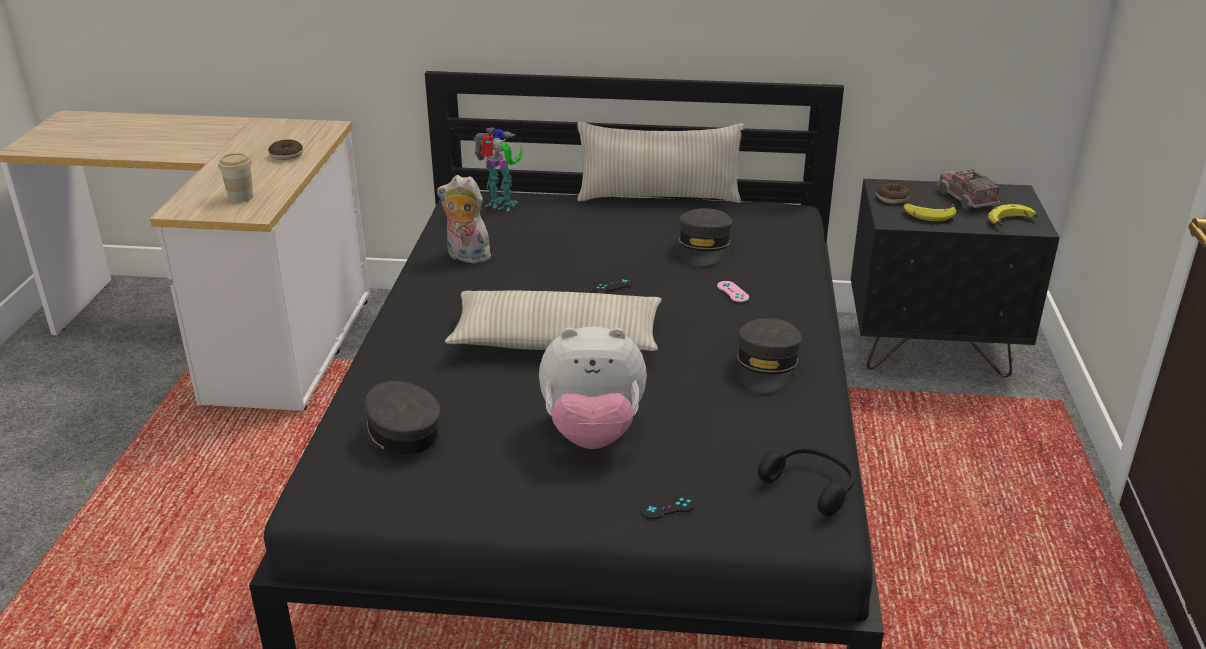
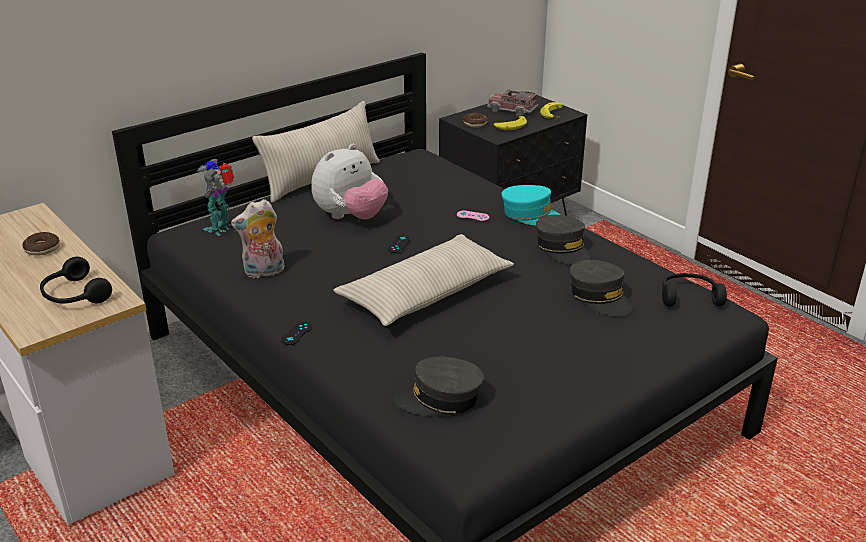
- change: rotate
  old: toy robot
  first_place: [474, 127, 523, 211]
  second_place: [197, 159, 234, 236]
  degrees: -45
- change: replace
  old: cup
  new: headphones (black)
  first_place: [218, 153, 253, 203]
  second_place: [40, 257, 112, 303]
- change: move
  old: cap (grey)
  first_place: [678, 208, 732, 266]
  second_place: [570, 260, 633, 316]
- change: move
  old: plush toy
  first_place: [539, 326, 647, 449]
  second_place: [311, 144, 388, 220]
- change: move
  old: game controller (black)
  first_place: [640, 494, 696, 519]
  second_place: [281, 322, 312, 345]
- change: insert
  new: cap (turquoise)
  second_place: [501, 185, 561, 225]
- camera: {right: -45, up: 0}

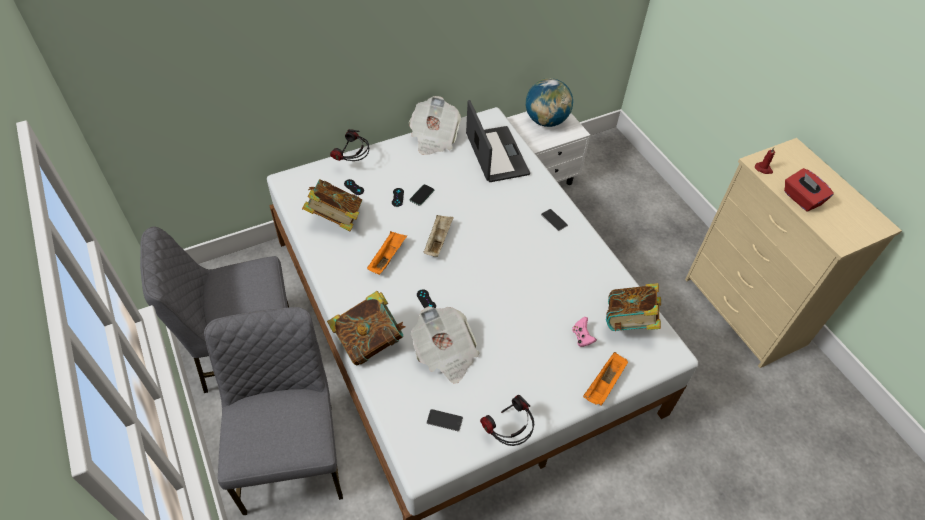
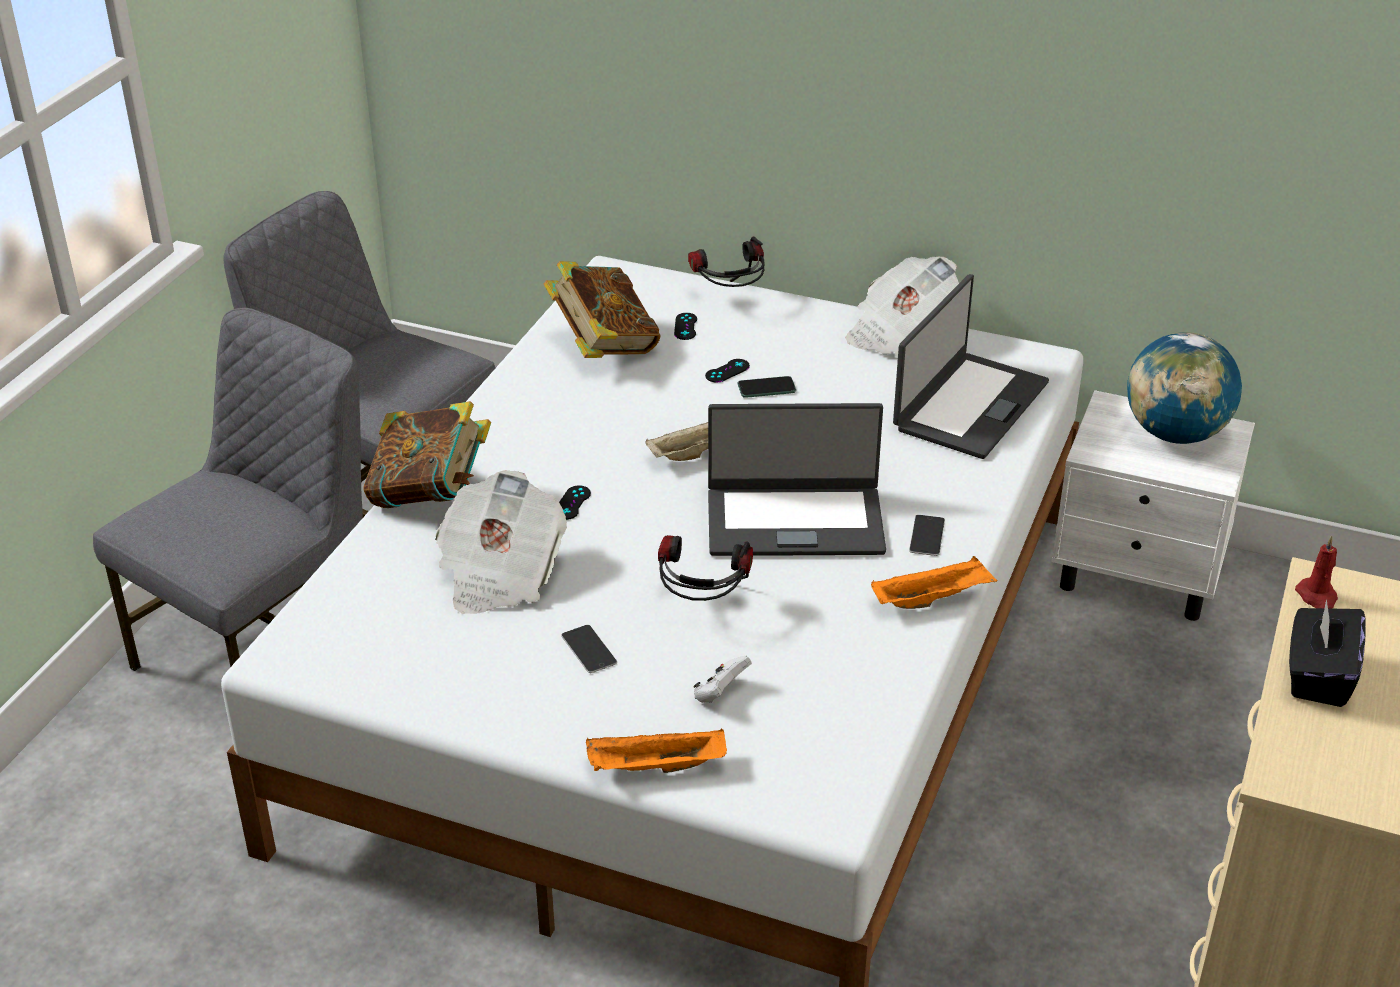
- change: recolor
  old: tissue box (red)
  new: tissue box (black)
  first_place: [784, 168, 834, 212]
  second_place: [1289, 599, 1366, 707]
- change: move
  old: tray (orange)
  first_place: [367, 231, 407, 275]
  second_place: [871, 556, 998, 609]
- change: delete
  old: book
  first_place: [606, 283, 661, 331]
- change: recolor
  old: game controller (pink)
  new: game controller (white)
  first_place: [572, 317, 597, 347]
  second_place: [694, 656, 752, 703]
- change: move
  old: headphones
  first_place: [480, 395, 534, 446]
  second_place: [658, 535, 753, 601]
- change: move
  old: phone
  first_place: [426, 409, 463, 431]
  second_place: [561, 625, 617, 673]
- change: insert
  new: laptop
  second_place: [708, 403, 886, 556]
- camera: {right: 50, up: -15}

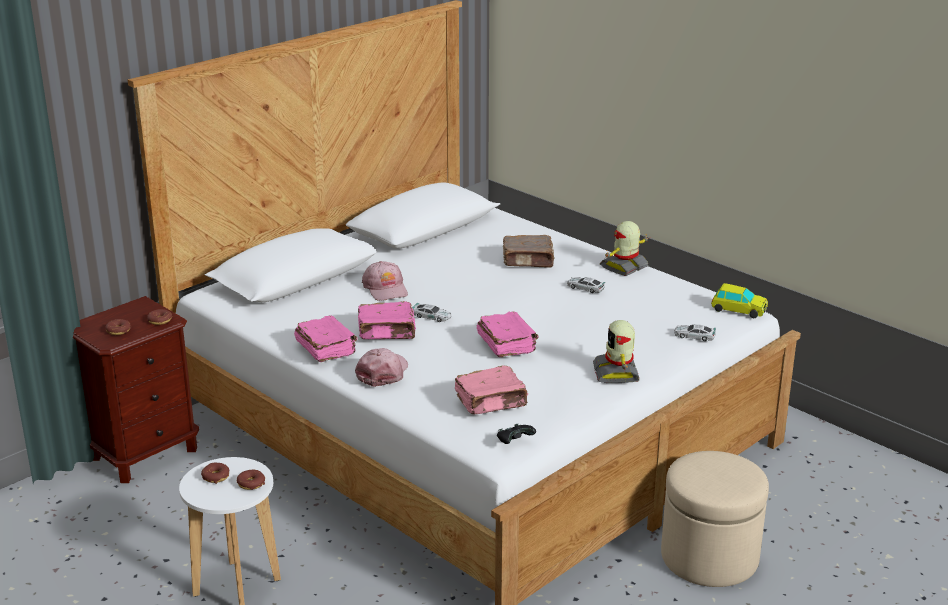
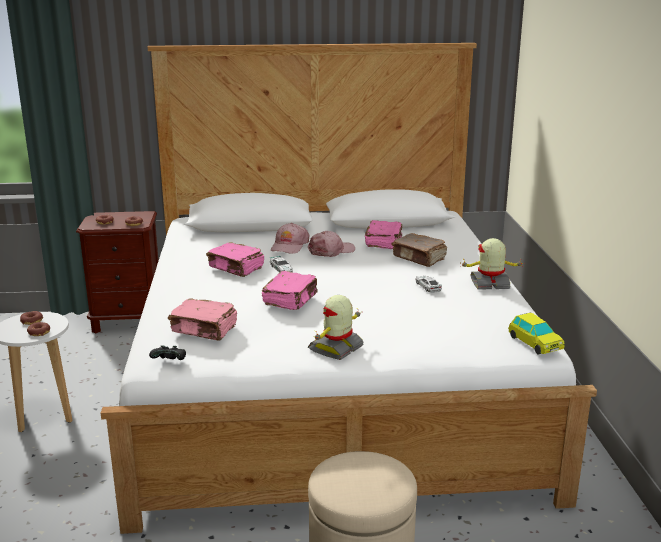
- change: move
  old: book (pink)
  first_place: [294, 315, 357, 362]
  second_place: [365, 220, 402, 249]
- change: delete
  old: toy car
  first_place: [674, 324, 716, 341]
- change: move
  old: cap (pink)
  first_place: [355, 348, 408, 387]
  second_place: [308, 231, 355, 257]
- camera: {right: 40, up: -5}

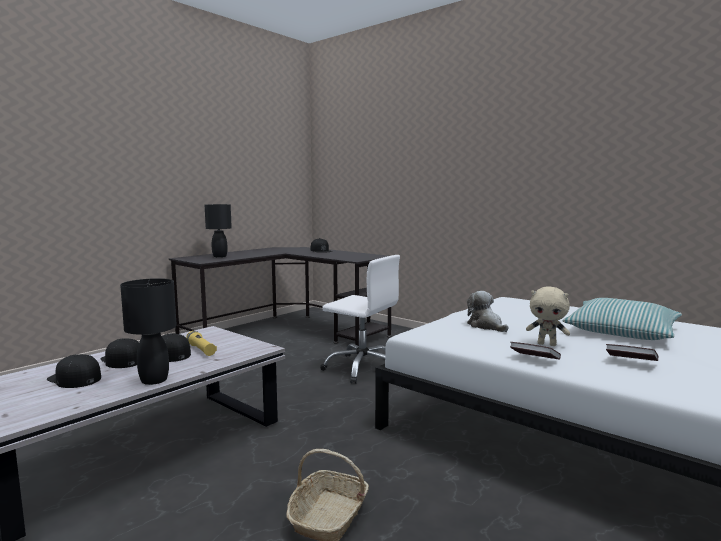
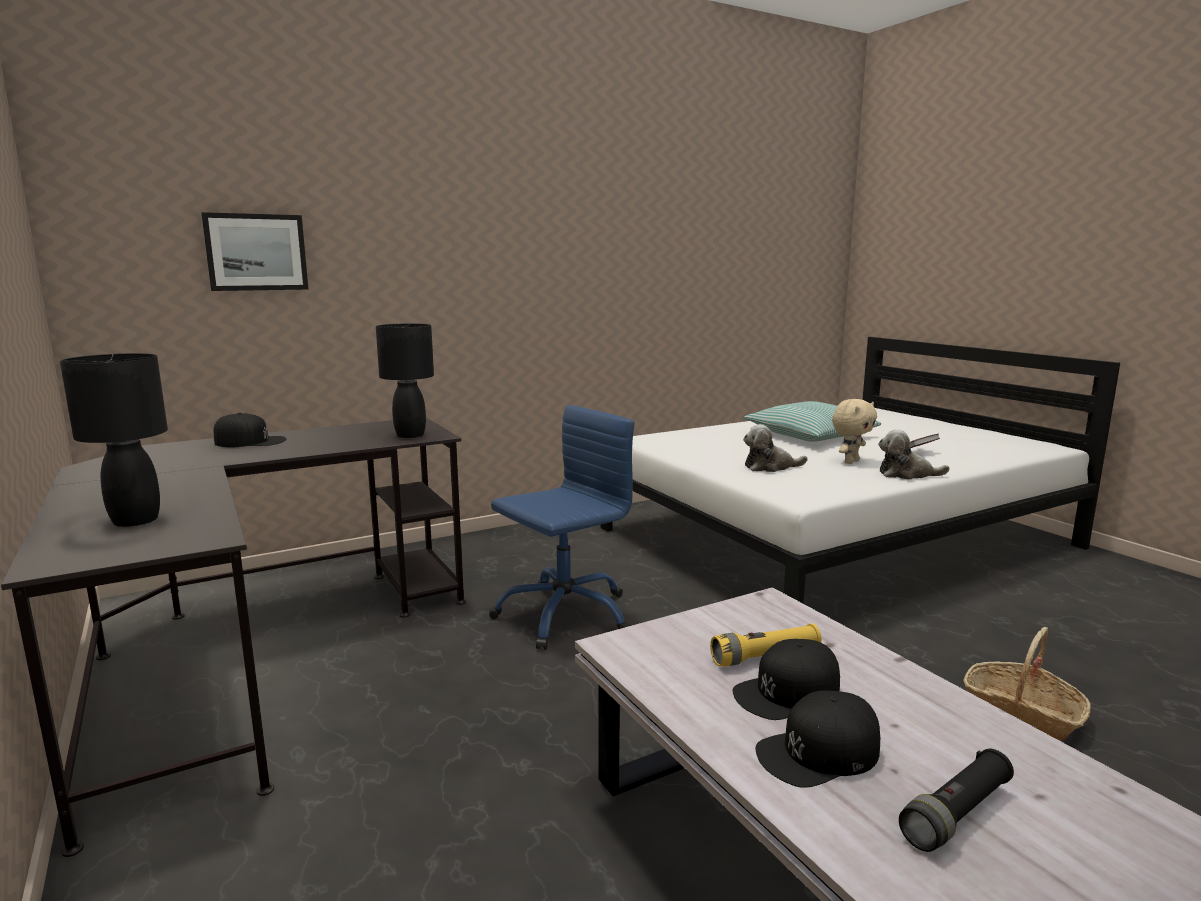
- change: recolor
  old: office chair (white)
  new: office chair (blue)
  first_place: [320, 255, 400, 384]
  second_place: [489, 405, 635, 650]
- change: move
  old: table lamp (black)
  first_place: [120, 278, 177, 385]
  second_place: [376, 323, 434, 438]
- change: replace
  old: book
  new: plush toy
  first_place: [510, 342, 561, 360]
  second_place: [878, 429, 950, 480]
- change: replace
  old: cap (black)
  new: flashlight (black)
  first_place: [47, 354, 101, 388]
  second_place: [899, 749, 1014, 852]
- change: insert
  new: picture
  second_place: [202, 212, 308, 291]
- camera: {right: -70, up: 5}

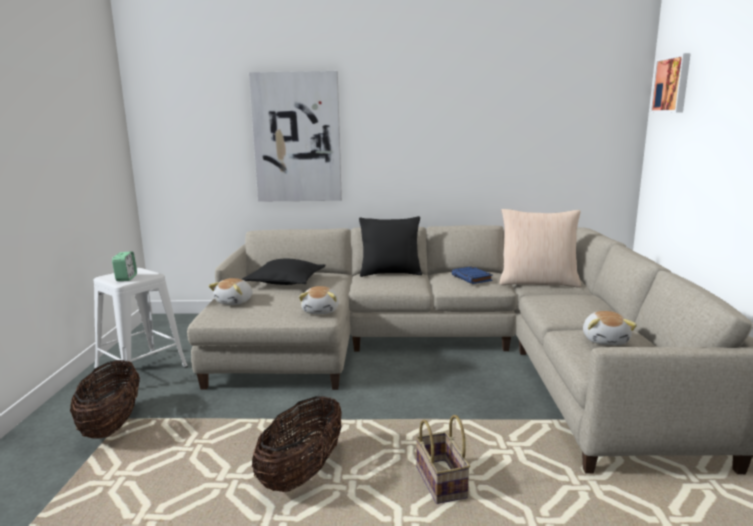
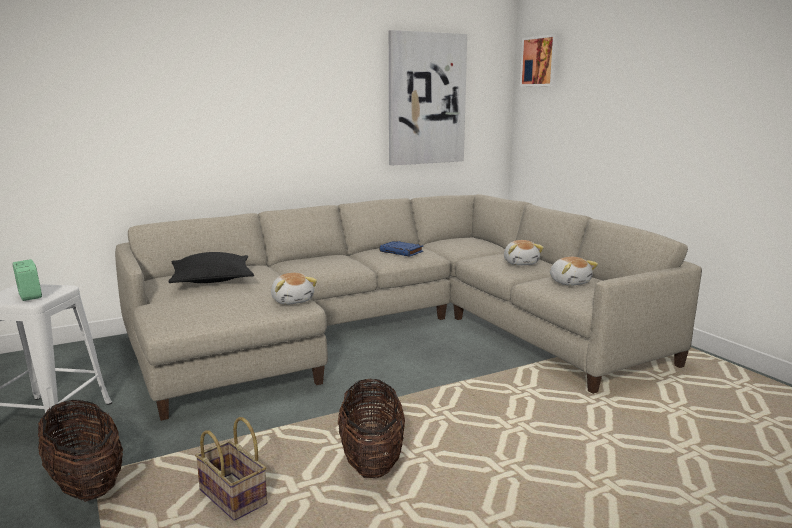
- change: move
  old: picture
  first_place: [249, 71, 342, 202]
  second_place: [389, 30, 467, 165]
- change: delete
  old: pillow (beige)
  first_place: [499, 209, 581, 288]
- change: delete
  old: pillow (black)
  first_place: [359, 216, 422, 277]
- change: move
  old: plush toy
  first_place: [209, 278, 253, 305]
  second_place: [504, 240, 544, 265]
- change: move
  old: basket
  first_place: [415, 415, 470, 504]
  second_place: [195, 417, 267, 521]
- camera: {right: -30, up: 0}

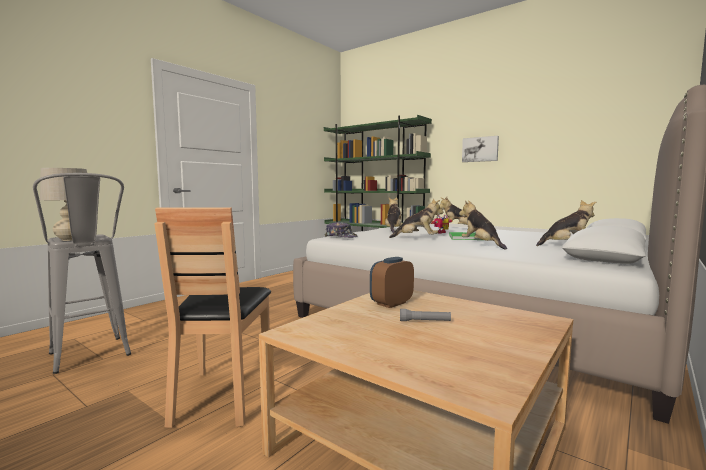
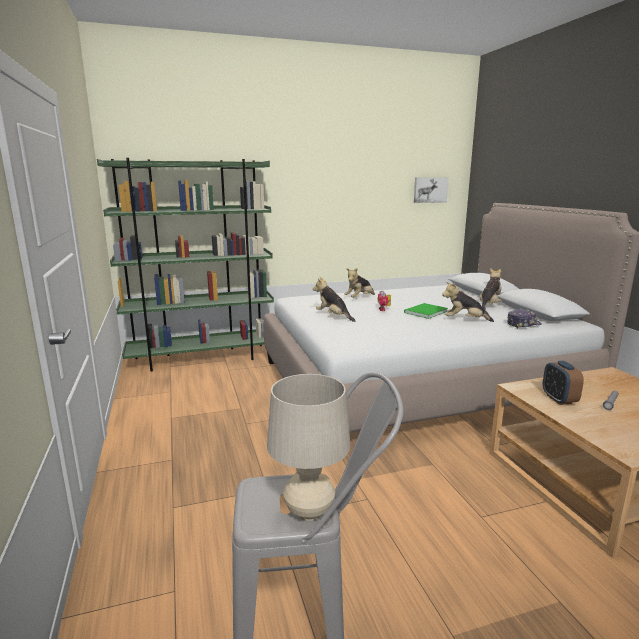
- change: move
  old: picture
  first_place: [462, 136, 499, 162]
  second_place: [414, 177, 449, 203]
- change: delete
  old: plush toy
  first_place: [389, 199, 444, 238]
- change: delete
  old: chair (brown)
  first_place: [154, 207, 271, 428]
- change: move
  old: cap
  first_place: [325, 222, 358, 238]
  second_place: [507, 309, 542, 328]
- camera: {right: -55, up: 10}

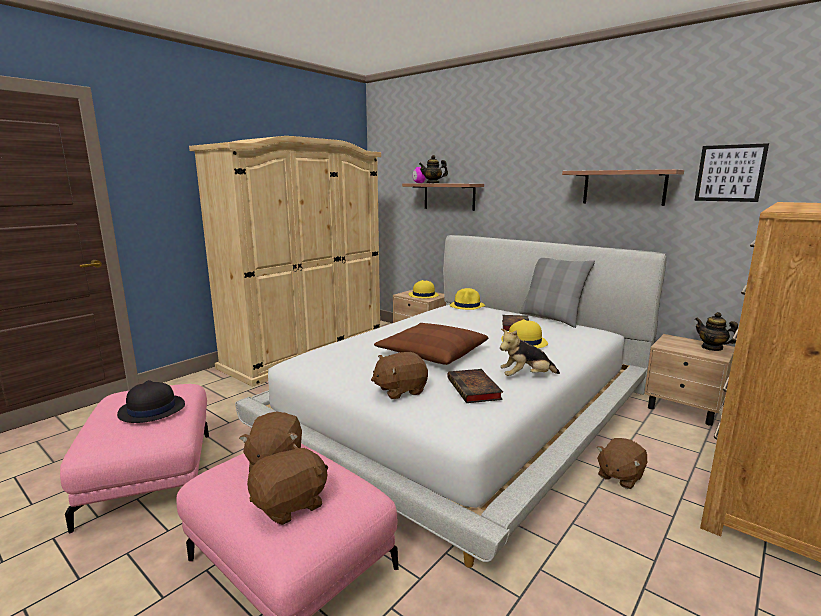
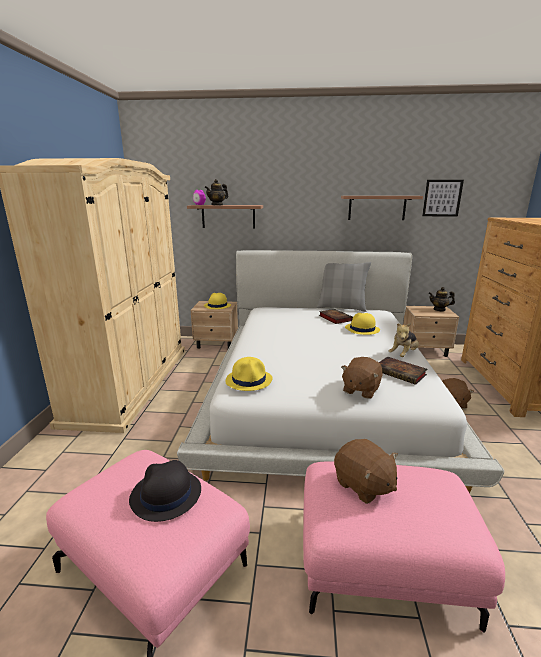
- change: move
  old: hat (yellow)
  first_place: [450, 288, 485, 310]
  second_place: [225, 357, 273, 391]
- change: delete
  old: pillow (brown)
  first_place: [374, 323, 488, 365]
- change: delete
  old: plush toy (brown)
  first_place: [247, 444, 328, 525]
- camera: {right: -35, up: 5}

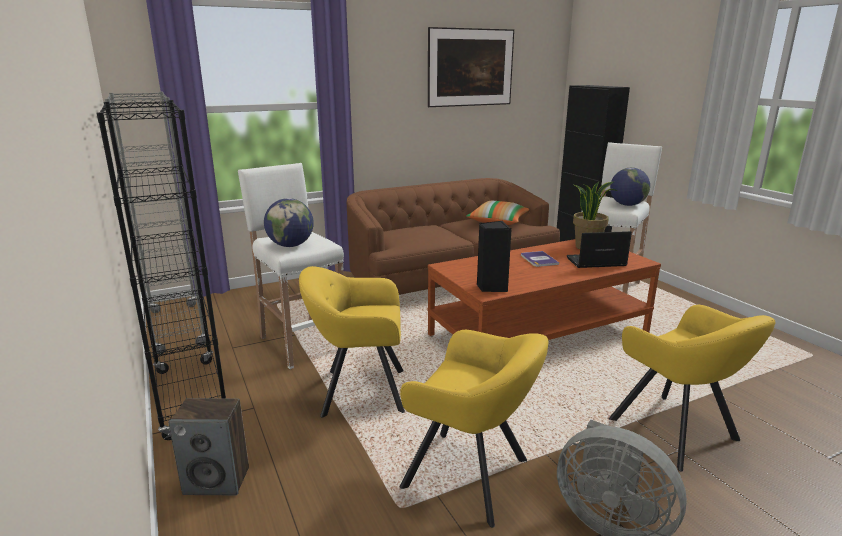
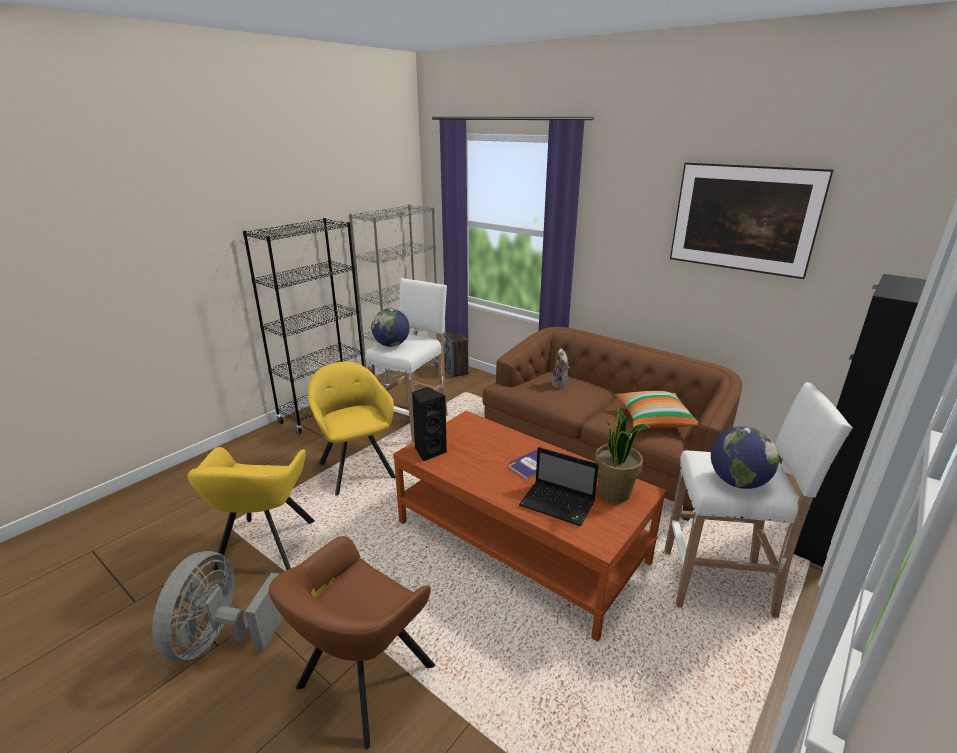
- change: rotate
  old: laptop
  first_place: [566, 231, 632, 268]
  second_place: [519, 447, 599, 526]
  degrees: 150
- change: recolor
  old: armchair (yellow)
  new: armchair (brown)
  first_place: [609, 305, 775, 471]
  second_place: [269, 536, 435, 750]
- change: move
  old: speaker
  first_place: [168, 398, 249, 495]
  second_place: [444, 332, 469, 378]
- change: insert
  new: plush toy
  second_place: [552, 348, 570, 389]
- camera: {right: 65, up: 5}

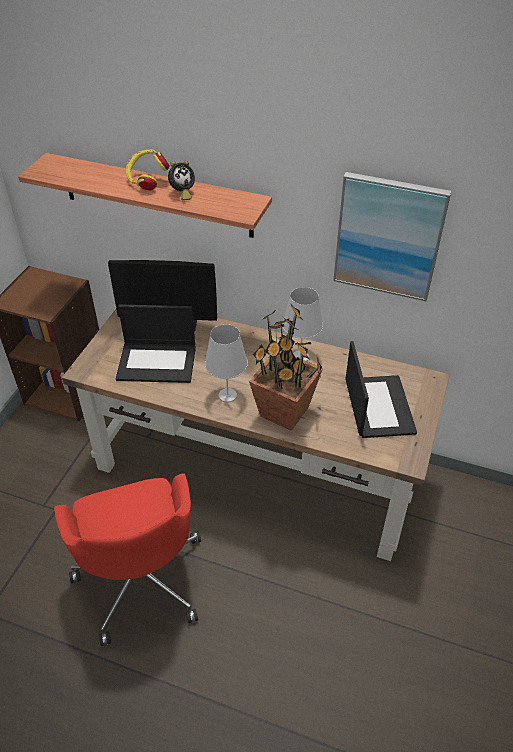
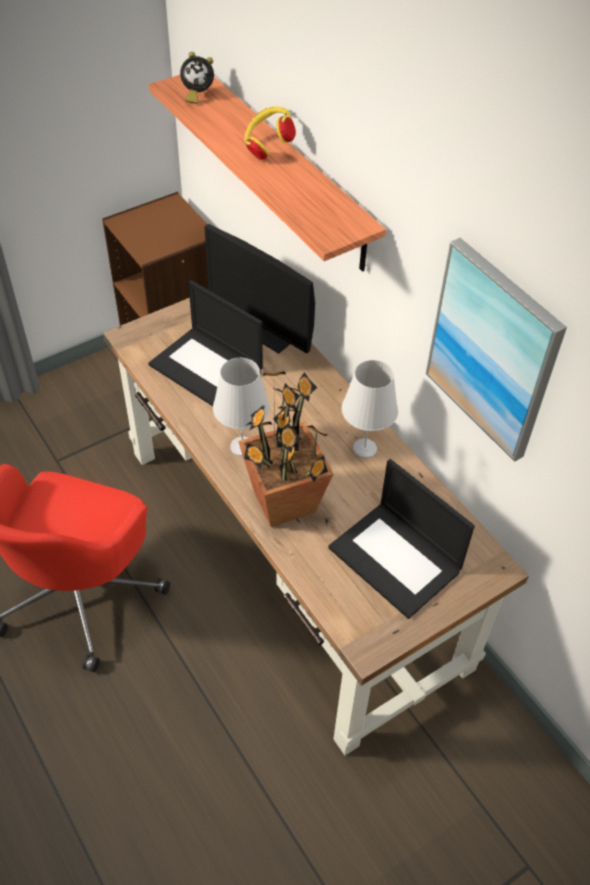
- change: move
  old: alarm clock
  first_place: [168, 161, 195, 200]
  second_place: [180, 52, 214, 104]
- change: rotate
  old: laptop
  first_place: [346, 341, 417, 438]
  second_place: [328, 459, 475, 619]
  degrees: 105
- camera: {right: 35, up: 5}

